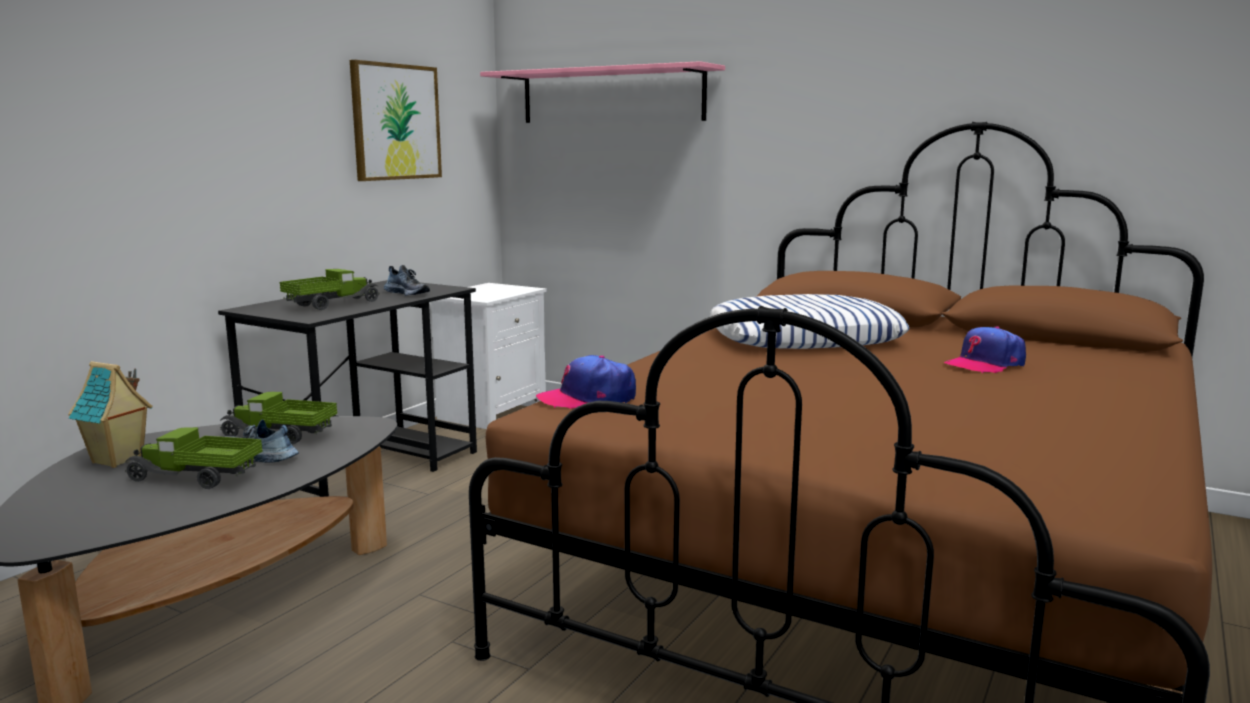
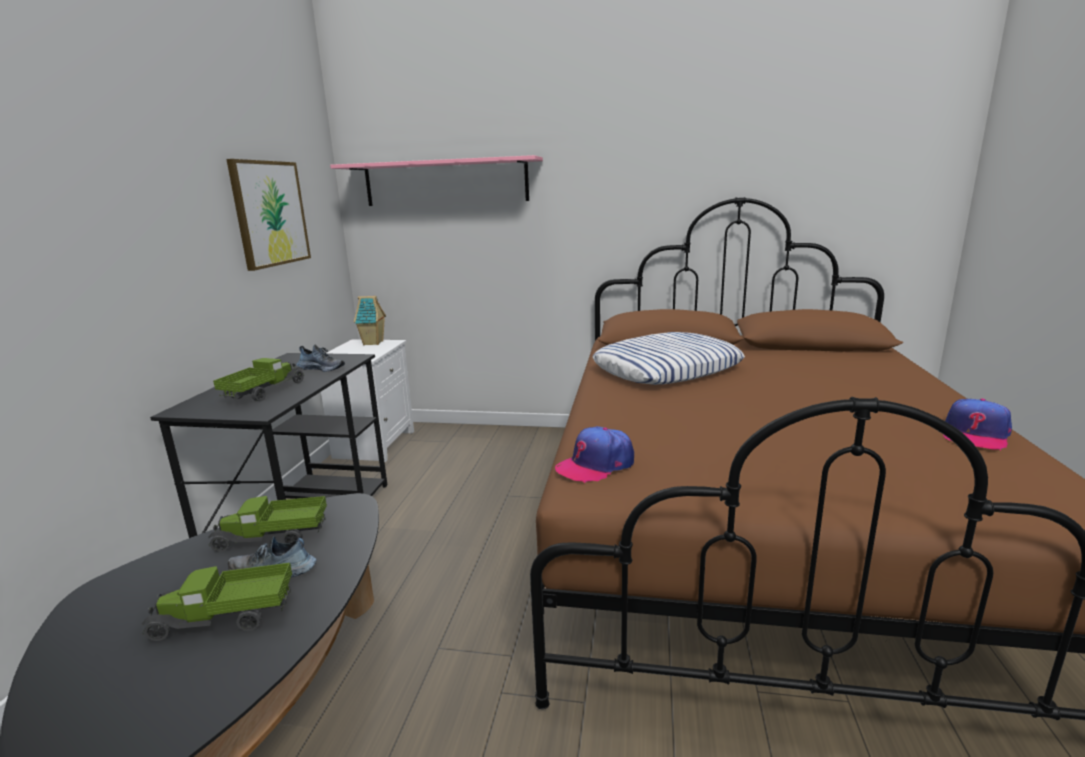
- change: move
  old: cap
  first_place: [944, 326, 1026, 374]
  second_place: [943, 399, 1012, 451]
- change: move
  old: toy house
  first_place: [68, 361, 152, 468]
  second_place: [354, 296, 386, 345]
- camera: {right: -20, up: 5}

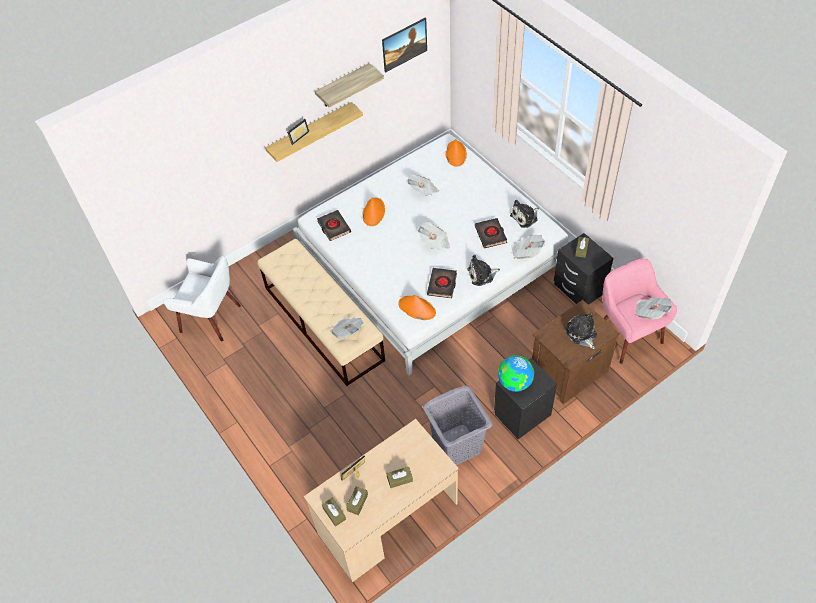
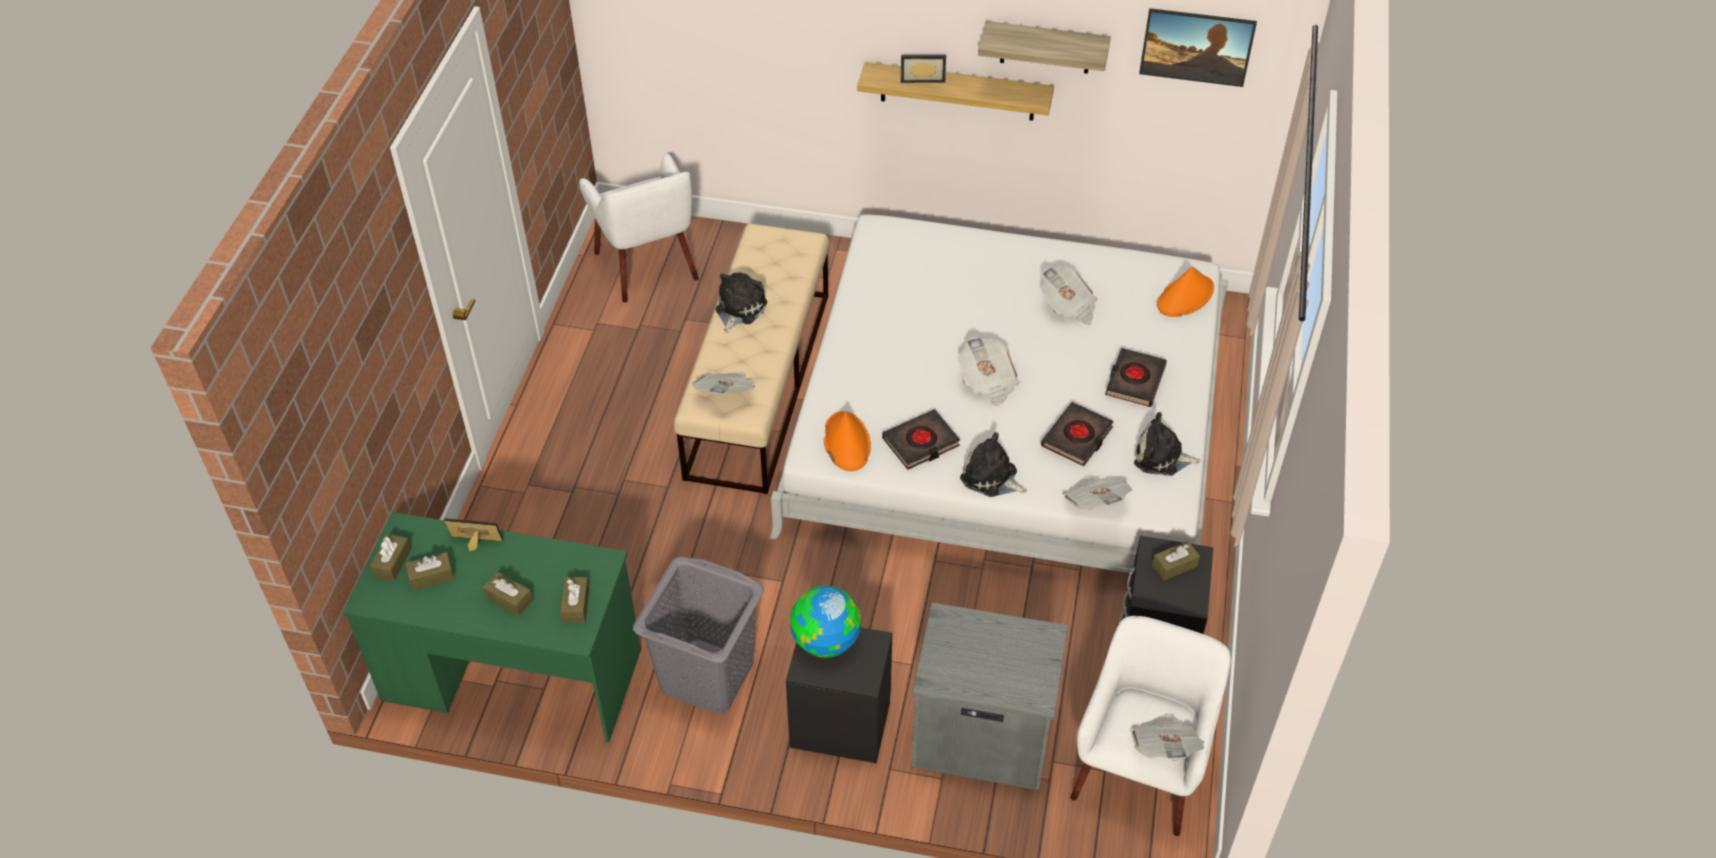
- change: delete
  old: hat (orange)
  first_place: [363, 197, 385, 226]
- change: move
  old: book (black)
  first_place: [317, 210, 351, 241]
  second_place: [1105, 348, 1167, 407]
- change: recolor
  old: armchair (pink)
  new: armchair (white)
  first_place: [603, 258, 677, 364]
  second_place: [1070, 616, 1231, 836]
- change: recolor
  old: nightstand (brown)
  new: nightstand (grey)
  first_place: [532, 300, 620, 404]
  second_place: [912, 603, 1068, 790]
- change: move
  old: plush toy
  first_place: [565, 313, 597, 349]
  second_place: [715, 272, 767, 333]
- change: recolor
  old: desk (beige)
  new: desk (green)
  first_place: [304, 419, 459, 582]
  second_place: [343, 512, 641, 743]
- change: insert
  new: tissue box (brown)
  second_place: [560, 577, 590, 623]
- camera: {right: 45, up: -5}

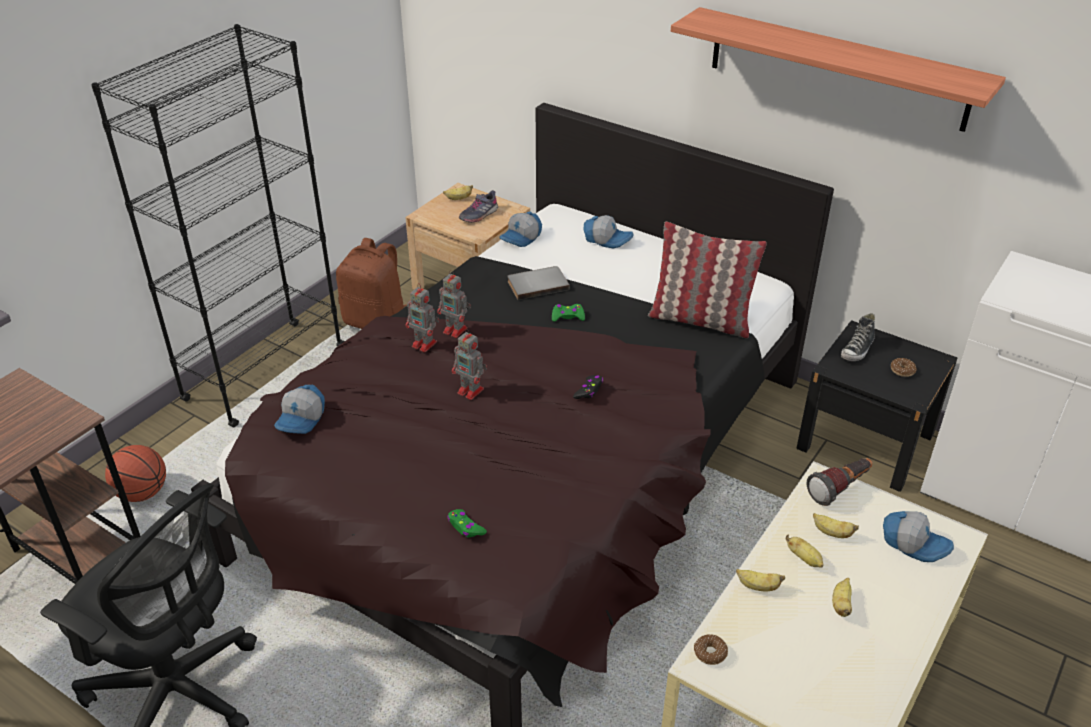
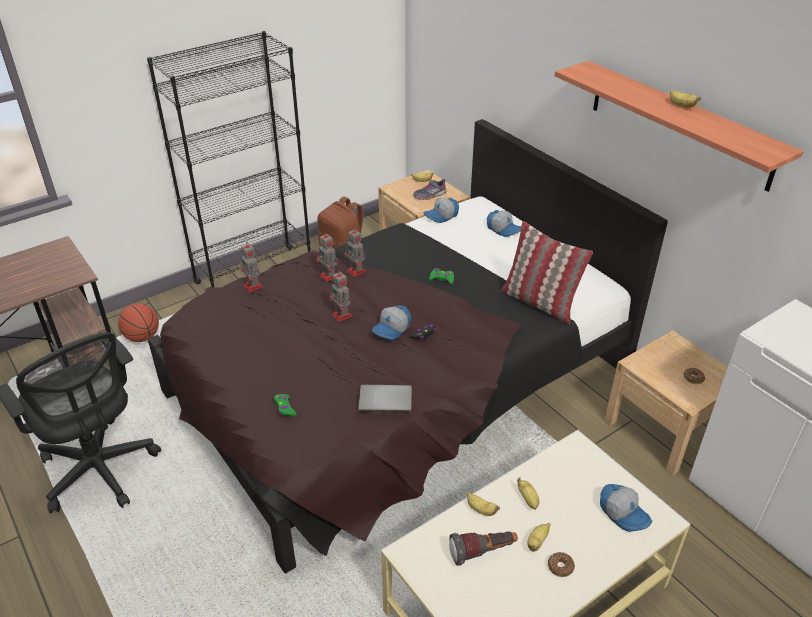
- change: move
  old: book (grey)
  first_place: [508, 266, 570, 300]
  second_place: [358, 385, 412, 415]
- change: delete
  old: shoe
  first_place: [841, 313, 875, 361]
- change: recolor
  old: nightstand (black)
  new: nightstand (beige)
  first_place: [796, 320, 957, 492]
  second_place: [604, 330, 728, 476]
- change: move
  old: cap
  first_place: [274, 385, 325, 434]
  second_place: [372, 305, 411, 340]
- change: move
  old: flashlight
  first_place: [807, 458, 873, 506]
  second_place: [449, 531, 518, 566]
- change: move
  old: banana
  first_place: [813, 513, 859, 538]
  second_place: [670, 90, 701, 108]
- change: move
  old: donut
  first_place: [694, 634, 728, 665]
  second_place: [548, 552, 575, 577]
- change: insert
  new: toy robot
  second_place: [240, 241, 263, 292]
- camera: {right: 20, up: 0}

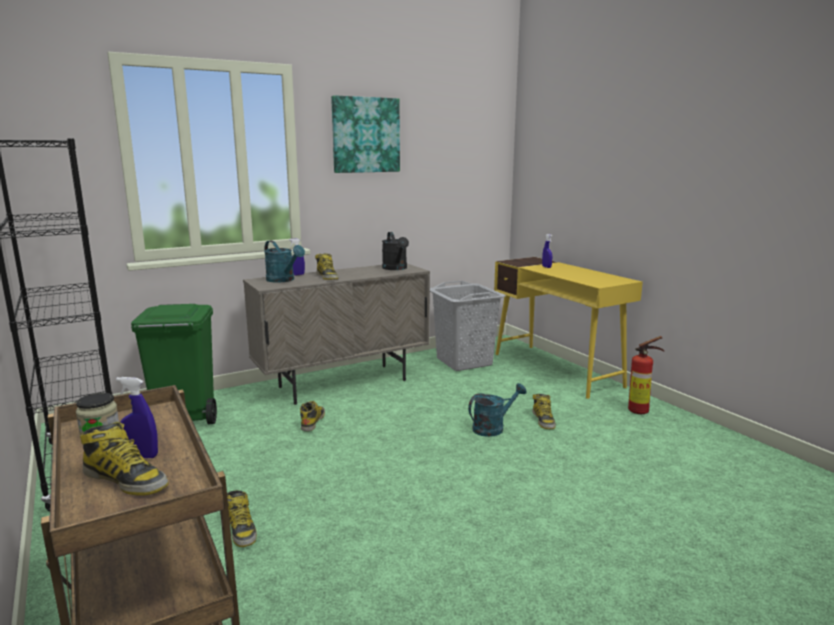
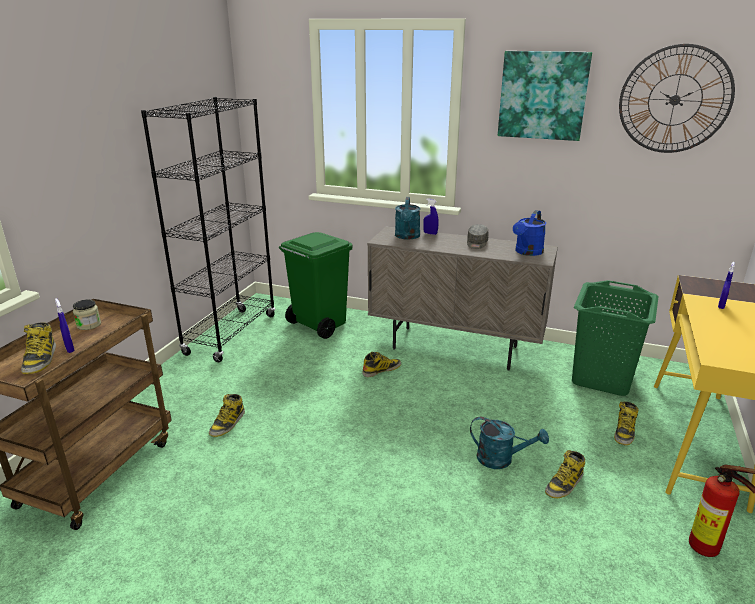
- change: recolor
  old: watering can (black)
  new: watering can (blue)
  first_place: [382, 232, 409, 270]
  second_place: [513, 210, 546, 256]
- change: move
  old: boot
  first_place: [315, 253, 338, 280]
  second_place: [614, 402, 639, 445]
- change: recolor
  old: laundry basket (grey)
  new: laundry basket (green)
  first_place: [430, 281, 506, 371]
  second_place: [572, 280, 659, 396]
- change: insert
  new: wall clock
  second_place: [619, 44, 735, 153]
- change: insert
  new: cap (grey)
  second_place: [467, 224, 489, 249]
- camera: {right: 50, up: 10}

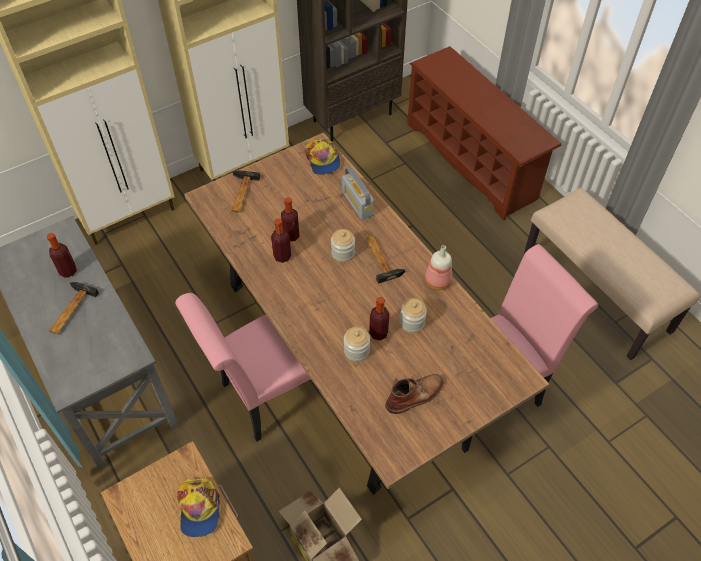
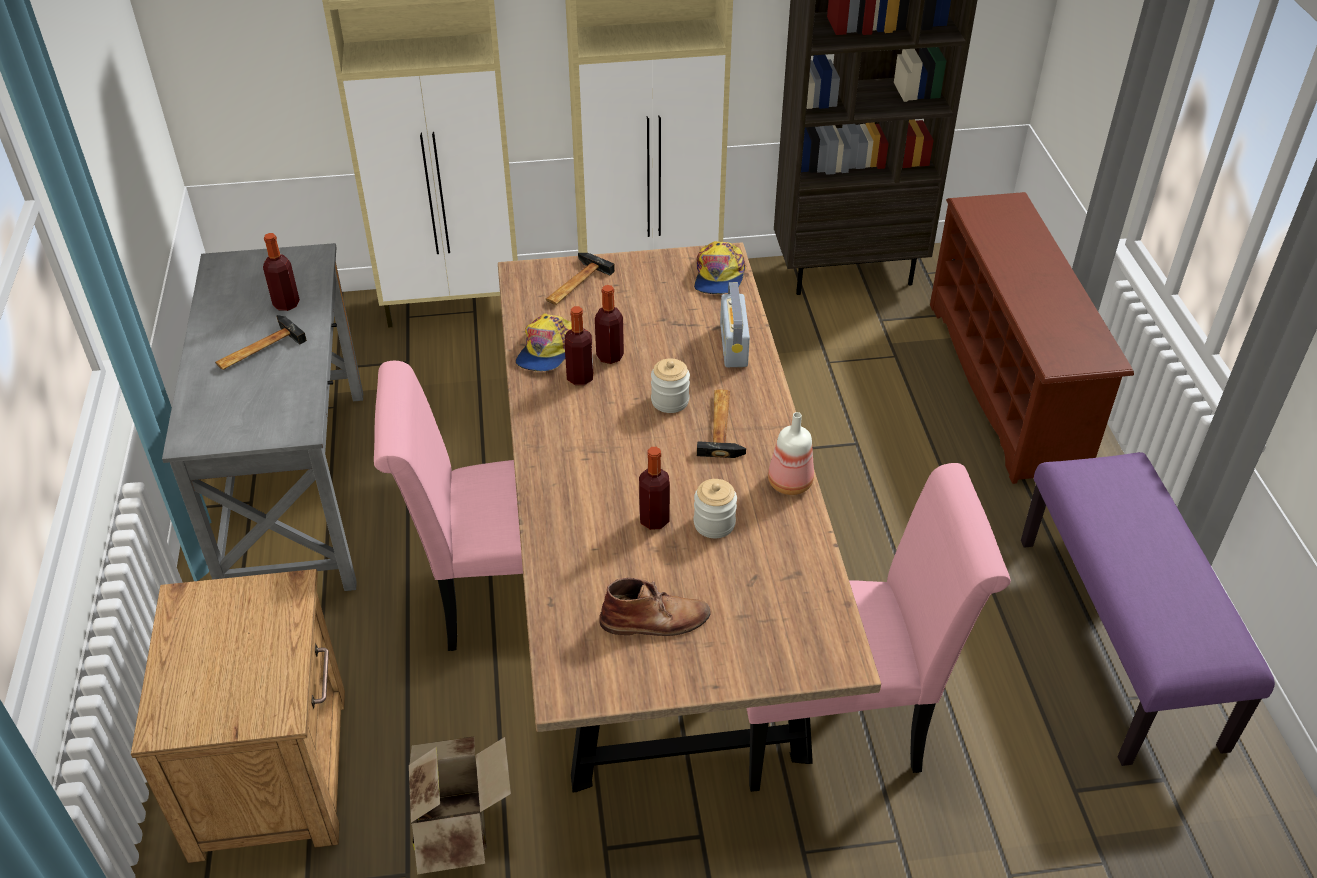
- change: recolor
  old: bench (beige)
  new: bench (purple)
  first_place: [524, 188, 700, 360]
  second_place: [1021, 452, 1275, 766]
- change: delete
  old: jar
  first_place: [344, 326, 370, 362]
- change: move
  old: cap
  first_place: [177, 478, 220, 537]
  second_place: [516, 313, 572, 371]
- camera: {right: 25, up: -10}

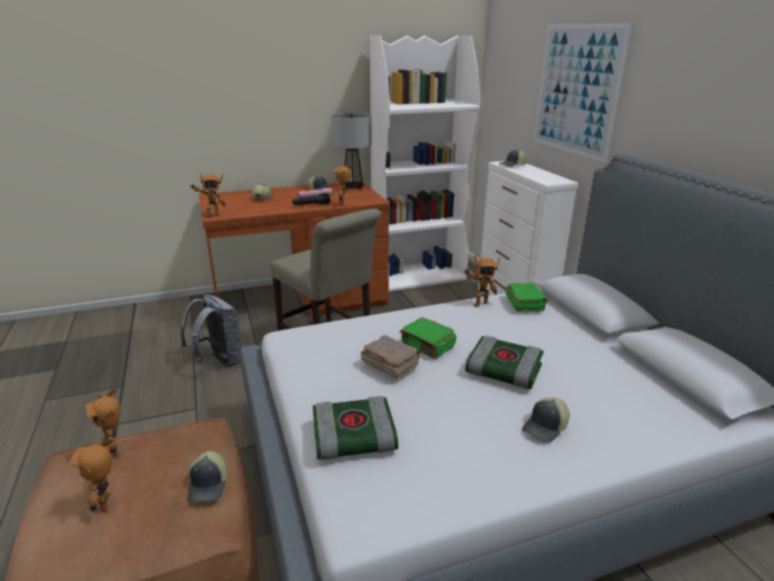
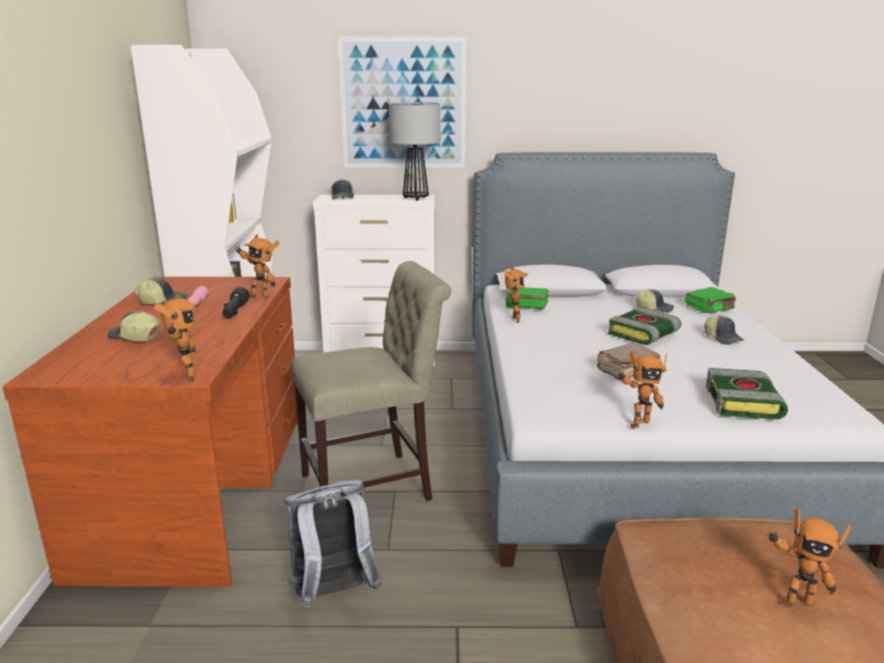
- change: move
  old: table lamp
  first_place: [331, 112, 372, 189]
  second_place: [389, 102, 440, 201]
- change: move
  old: book (green)
  first_place: [400, 317, 456, 359]
  second_place: [685, 287, 736, 313]
- change: move
  old: toy robot
  first_place: [86, 389, 121, 457]
  second_place: [618, 351, 667, 428]
- change: move
  old: cap
  first_place: [188, 451, 227, 503]
  second_place: [634, 289, 674, 313]
- camera: {right: -70, up: -5}

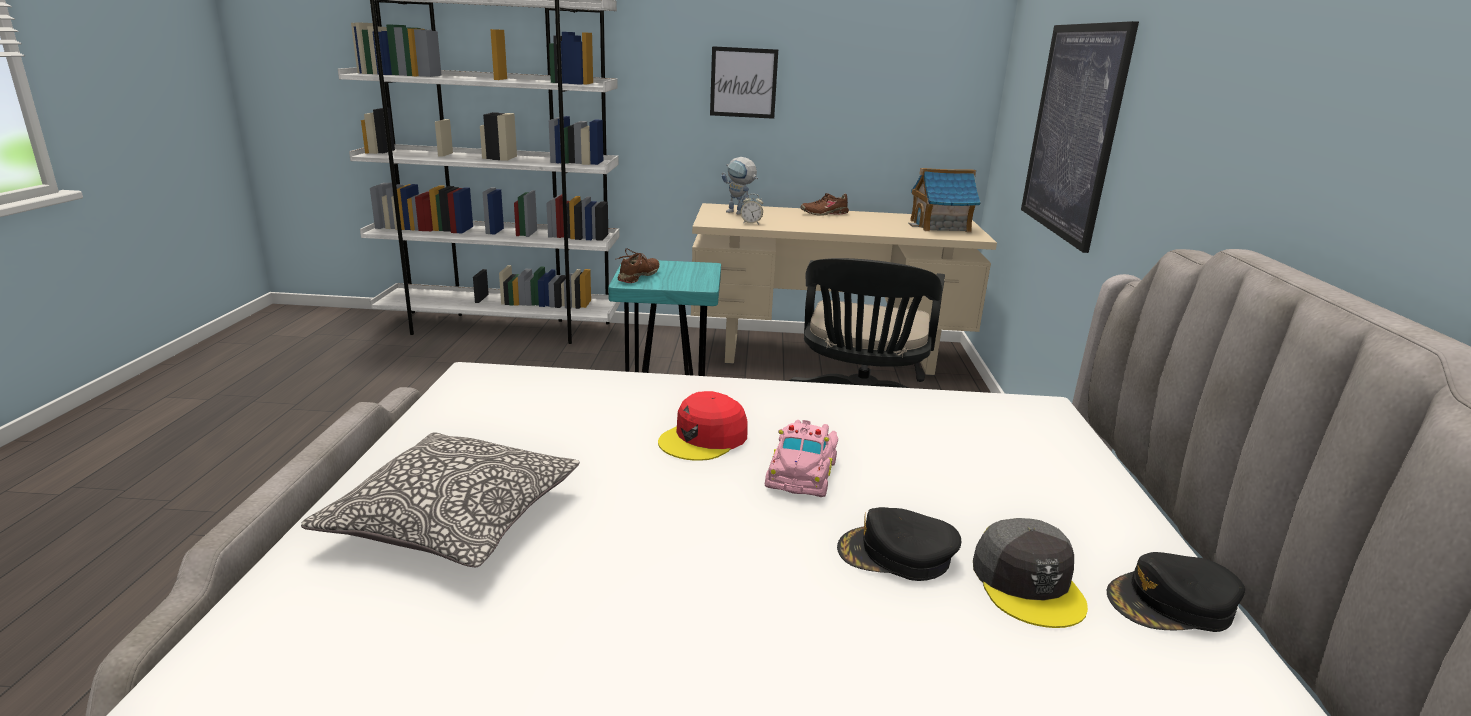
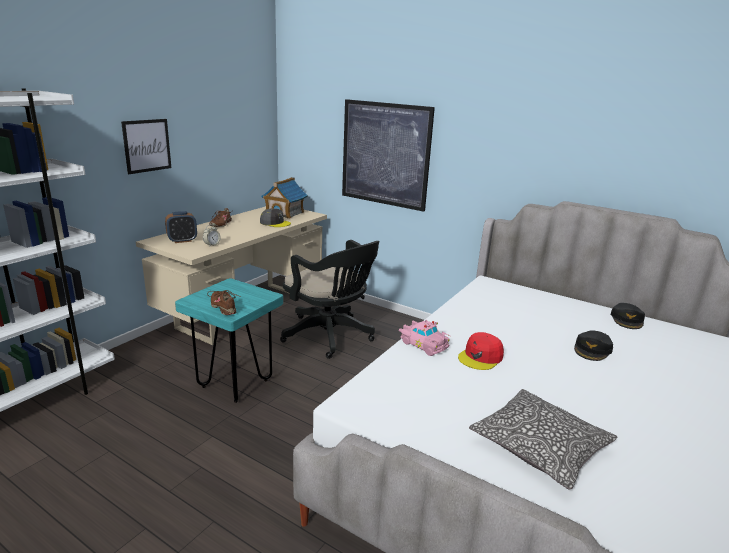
- change: replace
  old: toy robot
  new: alarm clock
  first_place: [722, 157, 758, 215]
  second_place: [165, 211, 197, 243]
- change: rotate
  old: cap (red)
  first_place: [658, 391, 747, 461]
  second_place: [458, 332, 504, 370]
  degrees: 60
- change: move
  old: toy car (pink)
  first_place: [765, 420, 838, 497]
  second_place: [399, 320, 451, 356]
- change: move
  old: cap (grey)
  first_place: [973, 518, 1088, 628]
  second_place: [260, 208, 291, 227]
- camera: {right: -60, up: 0}

